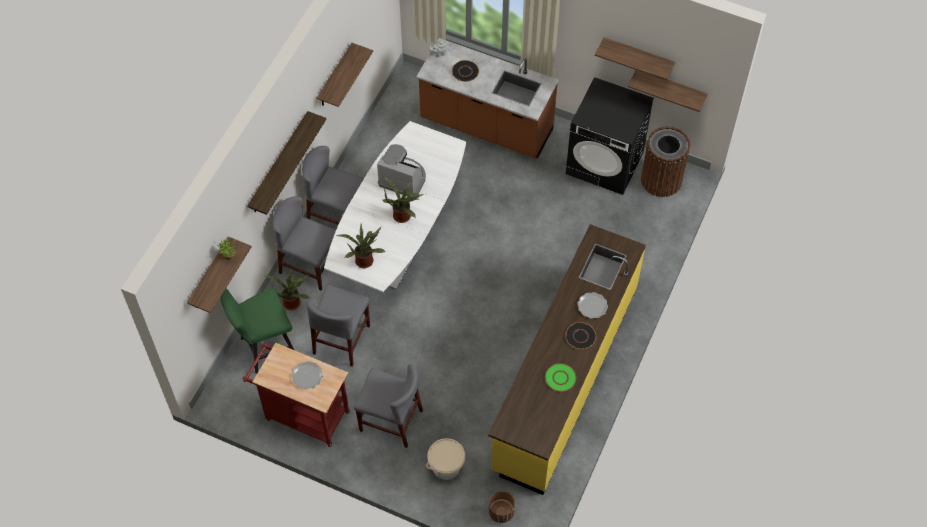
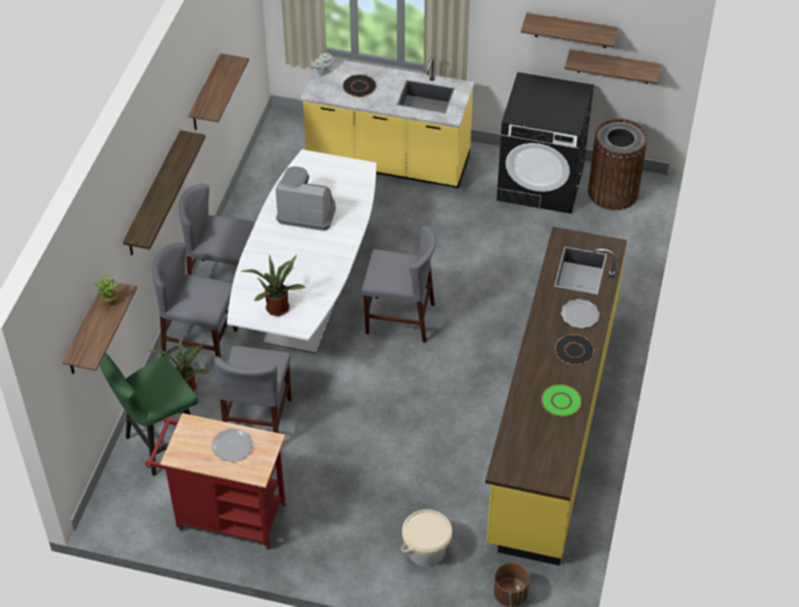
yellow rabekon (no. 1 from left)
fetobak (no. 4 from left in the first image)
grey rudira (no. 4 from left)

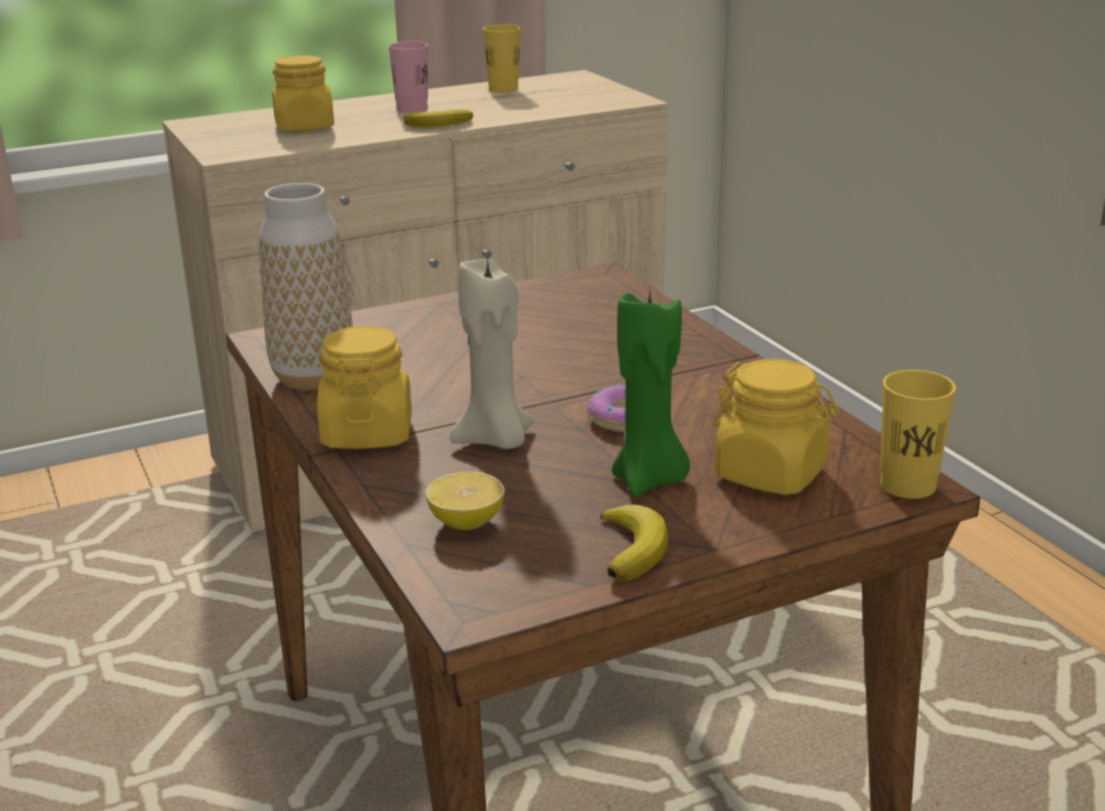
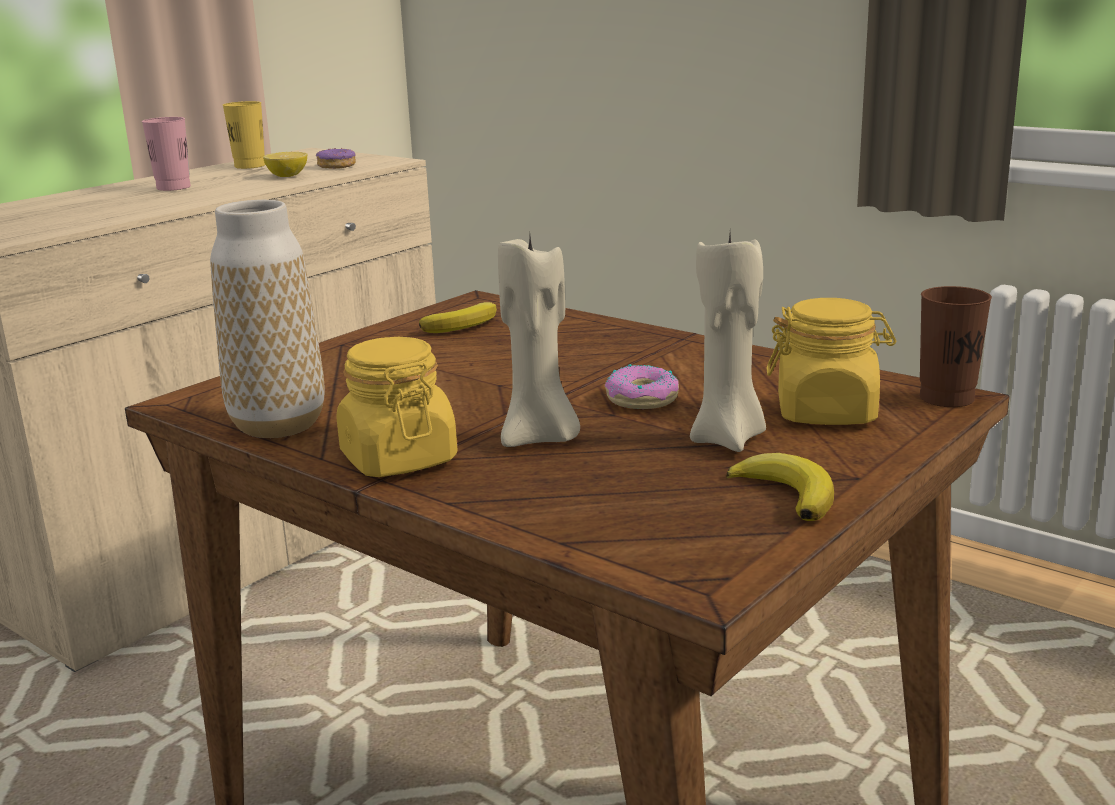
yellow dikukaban (no. 1 from left in the first image)
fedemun (no. 1 from left)
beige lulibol (no. 2 from left)
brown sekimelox
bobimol
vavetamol (no. 1 from left)

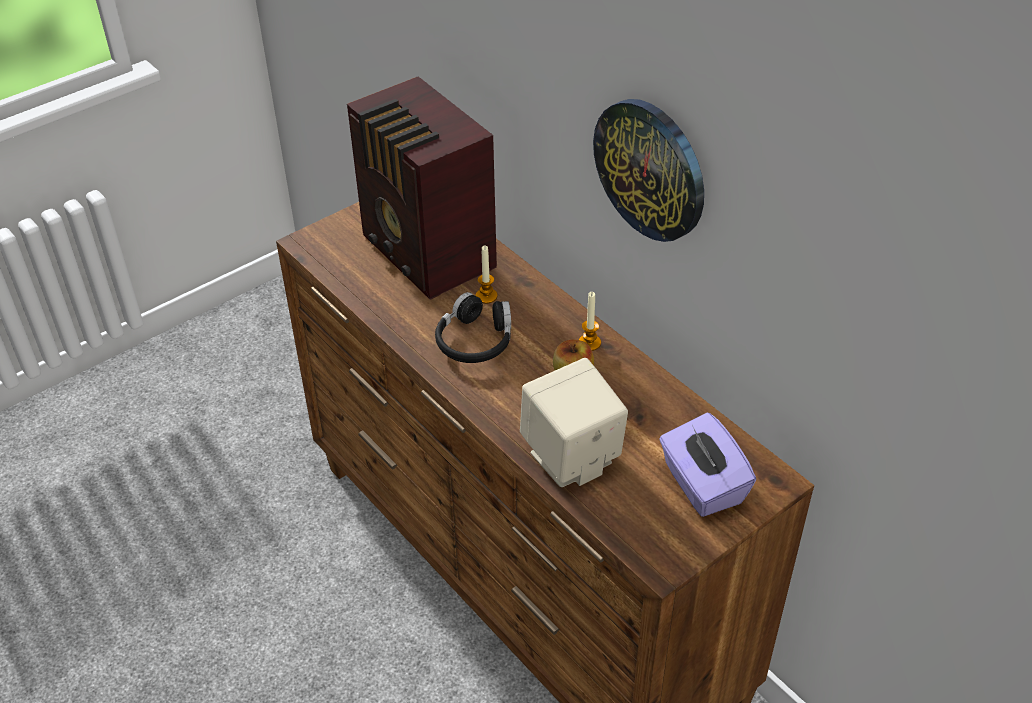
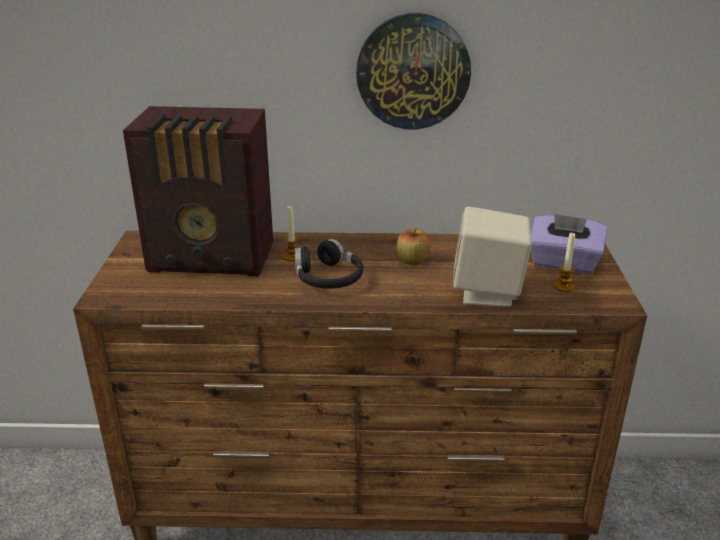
lulibol (no. 2 from left)

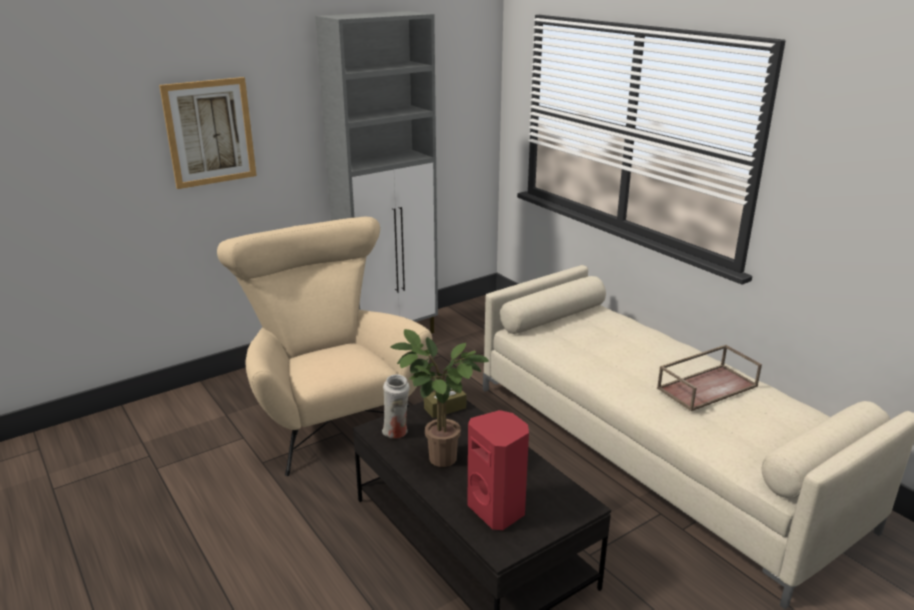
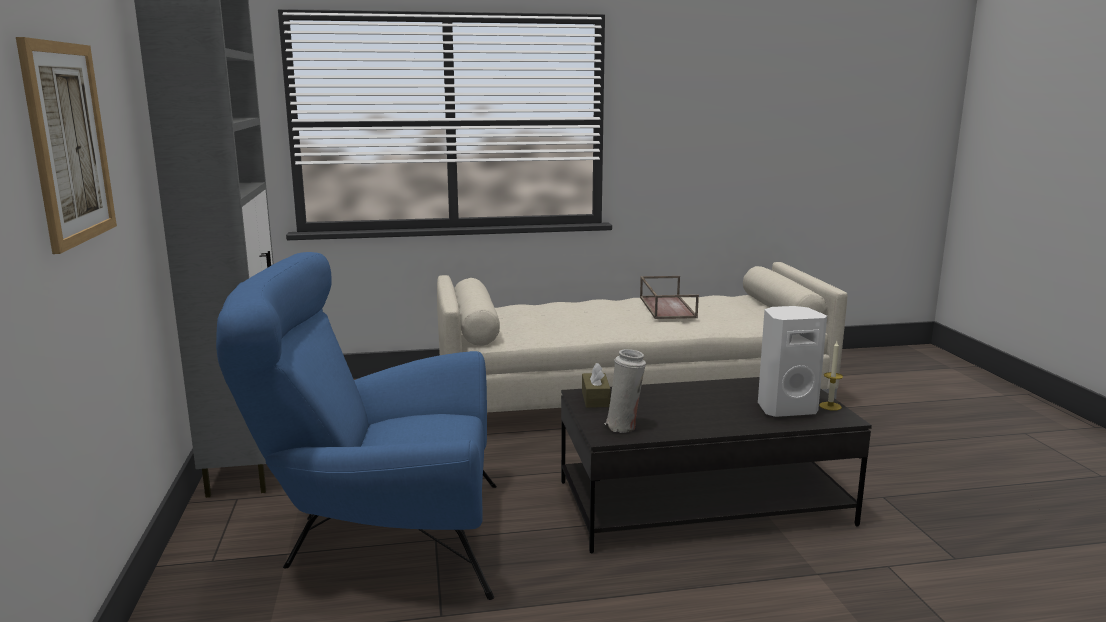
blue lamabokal
fetobak
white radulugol
lulibol

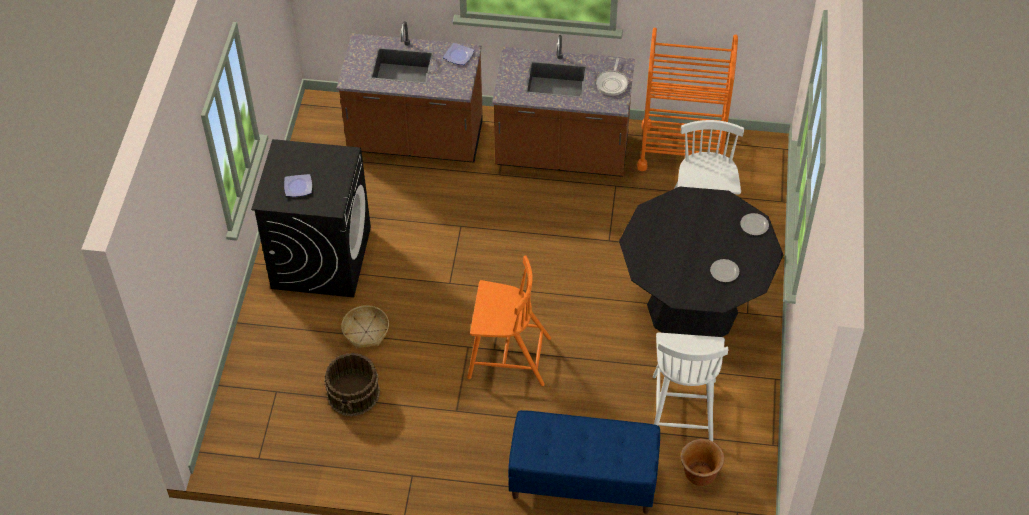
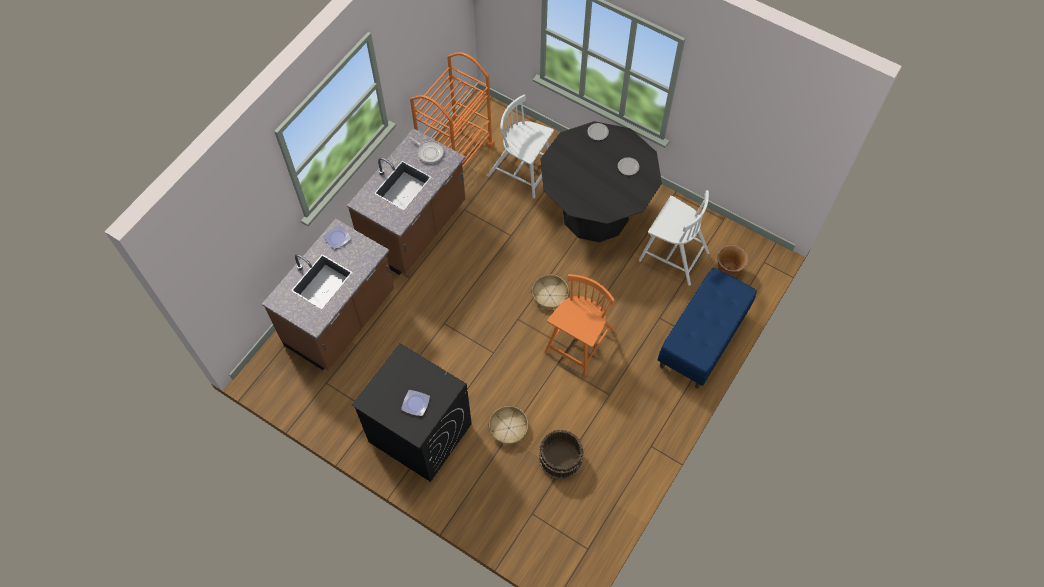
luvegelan (no. 2 from left)

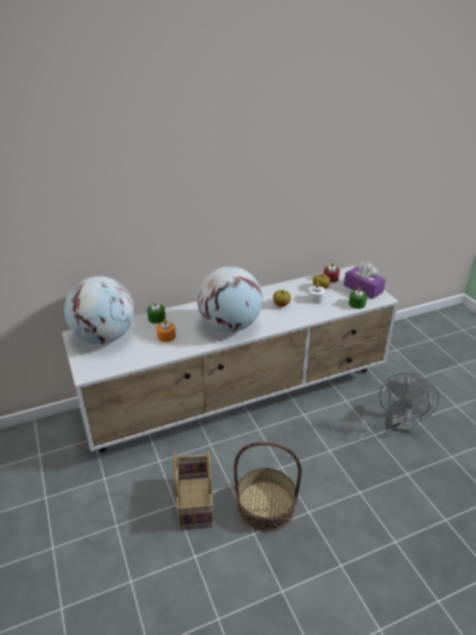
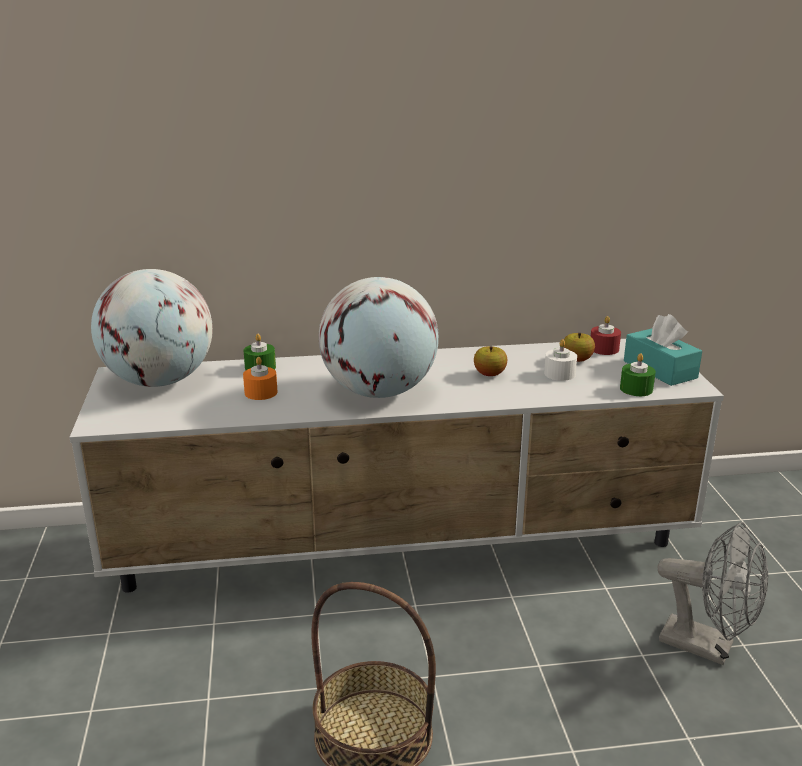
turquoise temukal
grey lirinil
luvegelan (no. 1 from left in the first image)

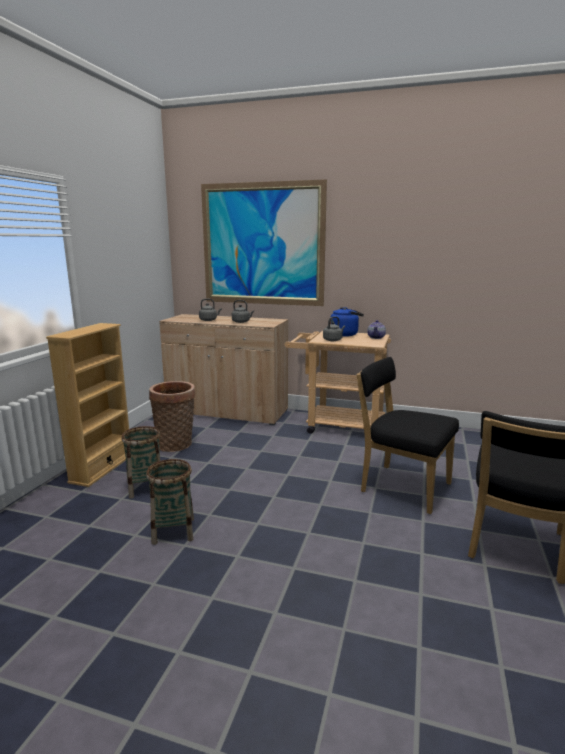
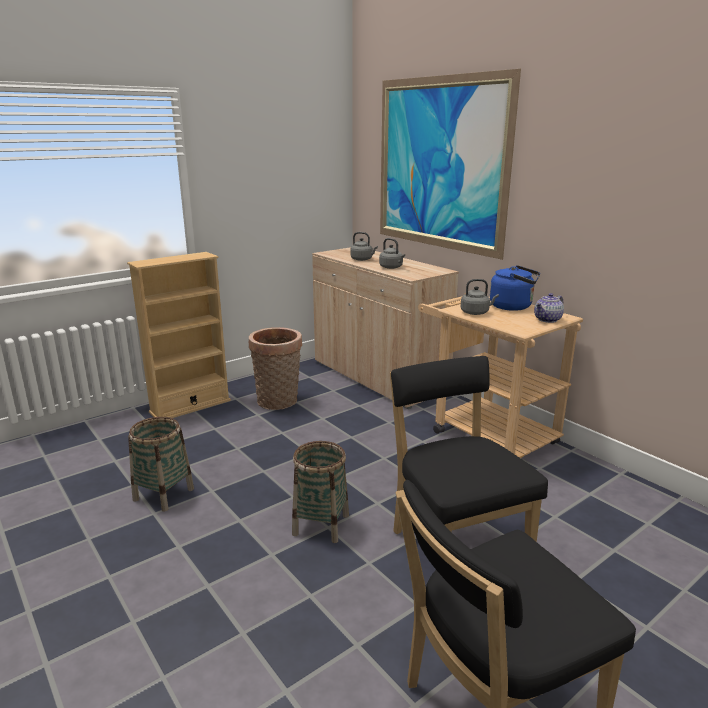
luvegelan (no. 3 from left)

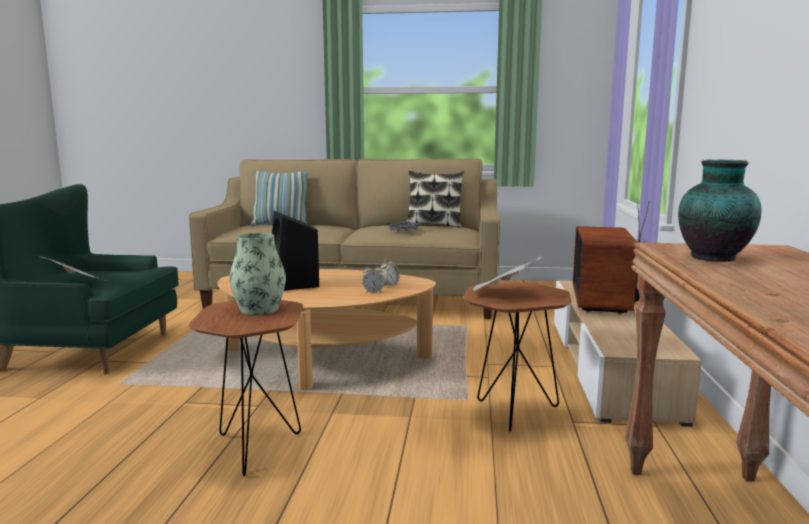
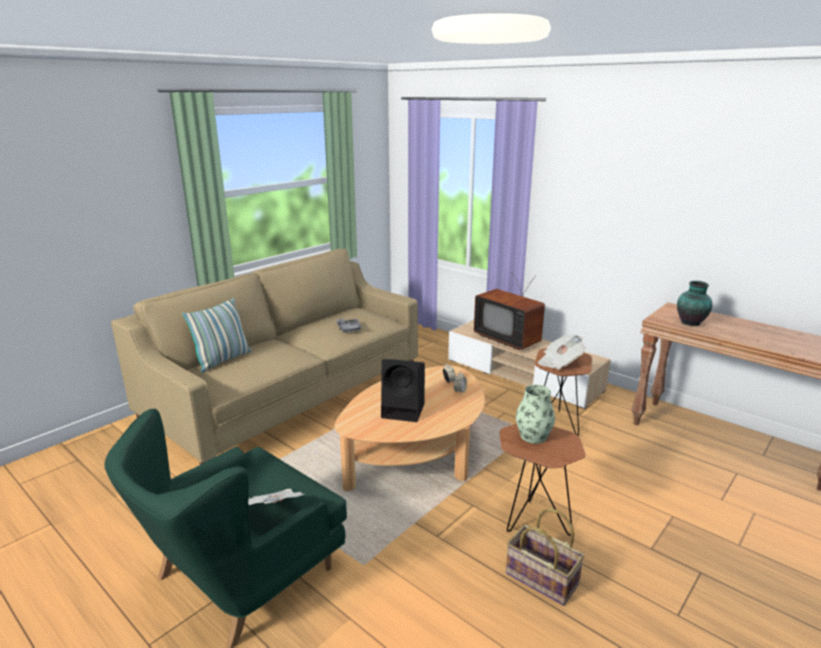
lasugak (no. 2 from left in the first image)
luvegelan

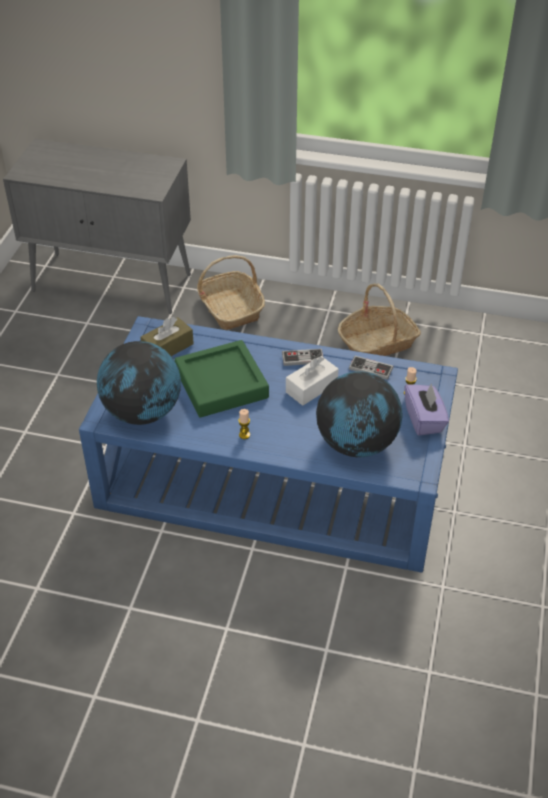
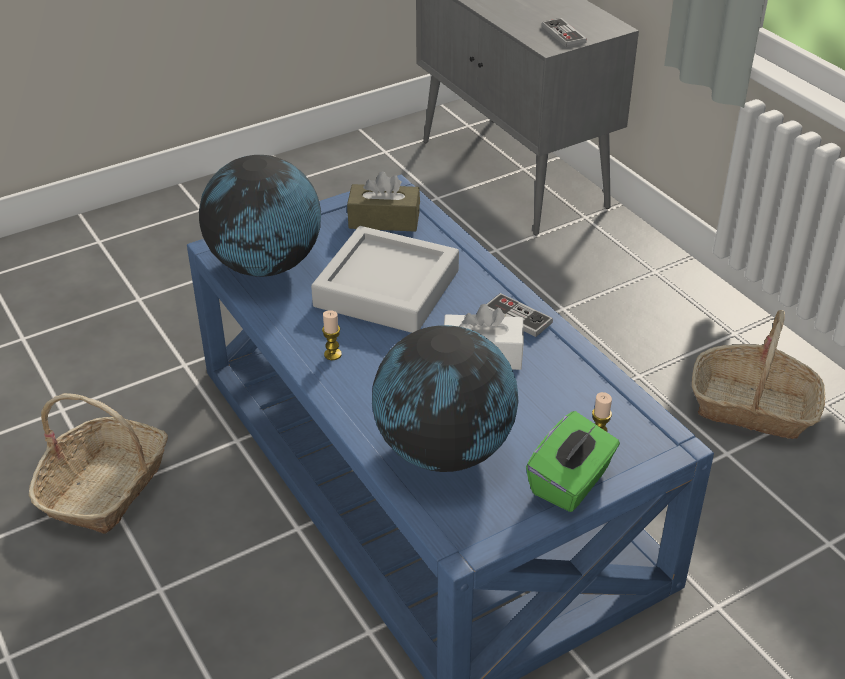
luvegelan (no. 1 from left)
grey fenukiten
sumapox (no. 2 from left)
green temukal

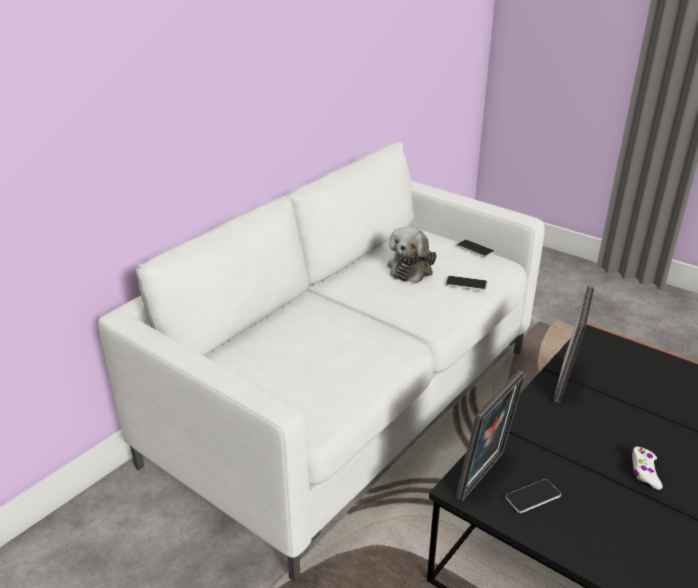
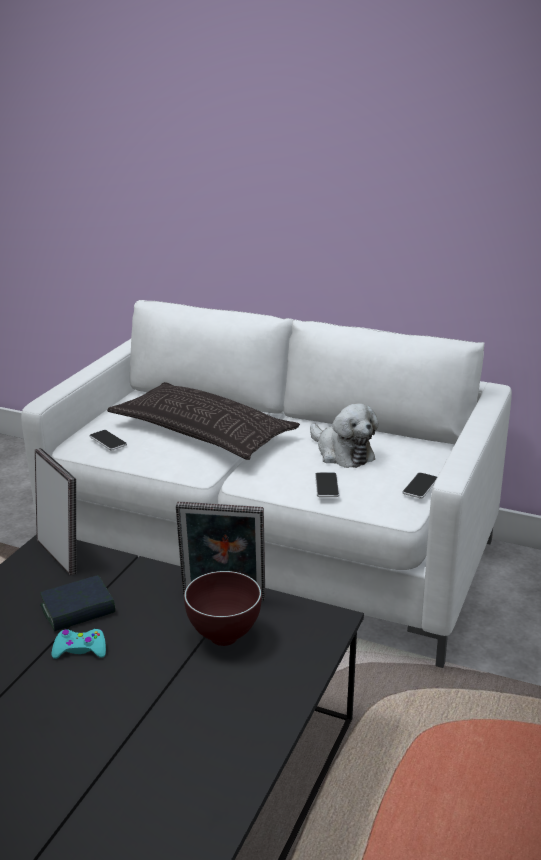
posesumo
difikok (no. 1 from left)
turquoise sumapox
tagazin (no. 1 from left)
lasugak
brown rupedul
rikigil

